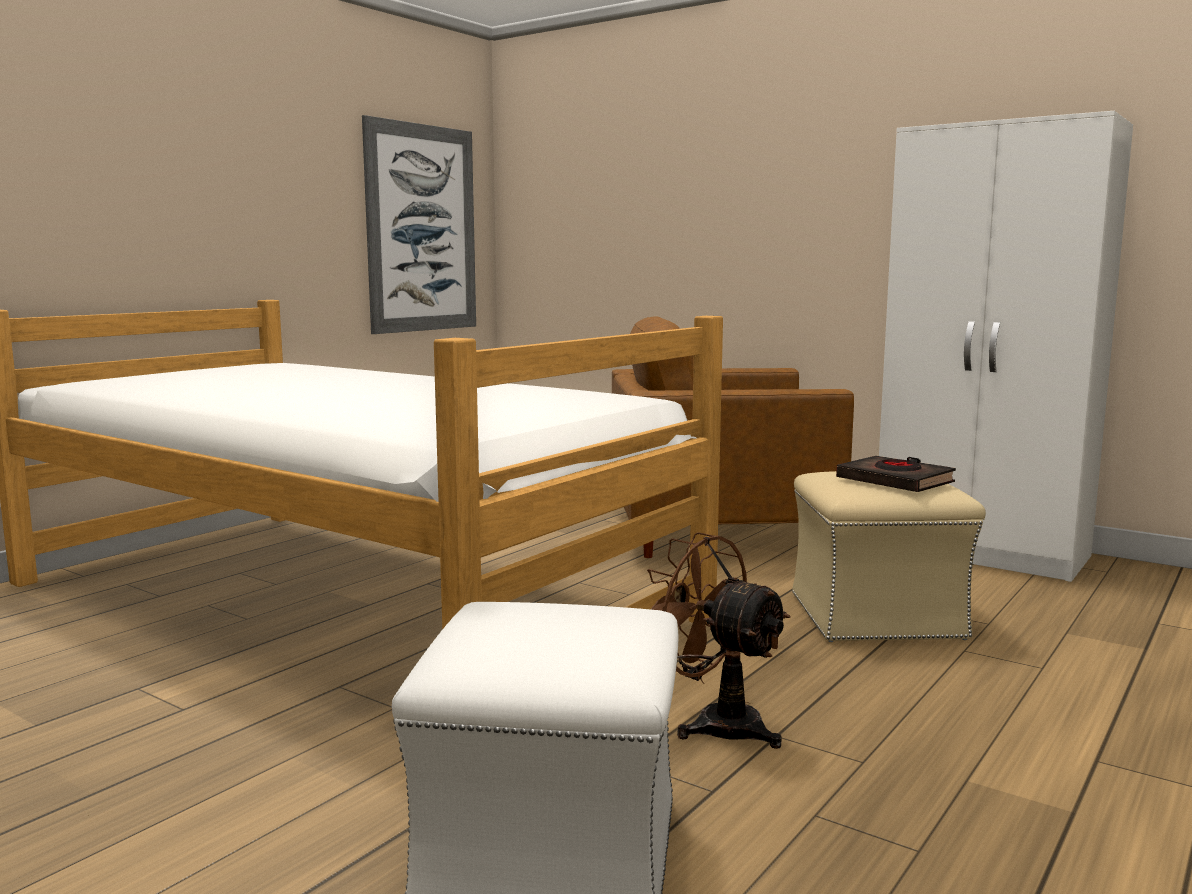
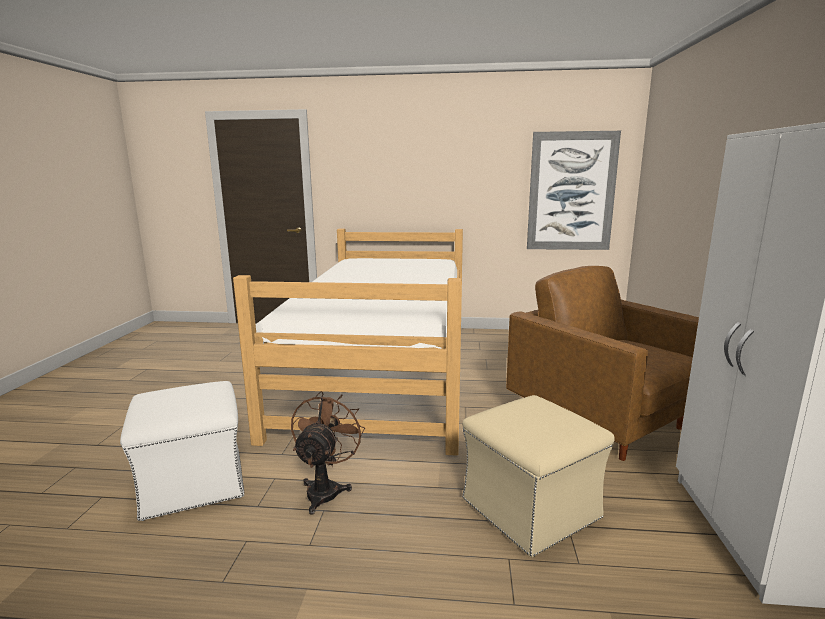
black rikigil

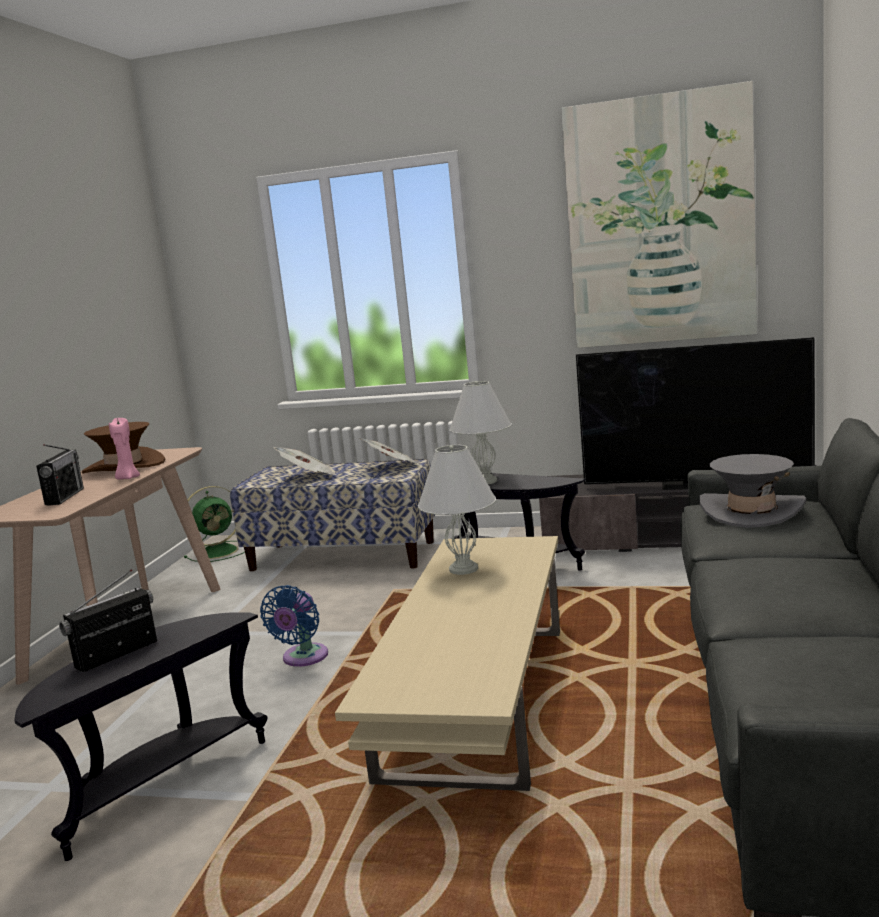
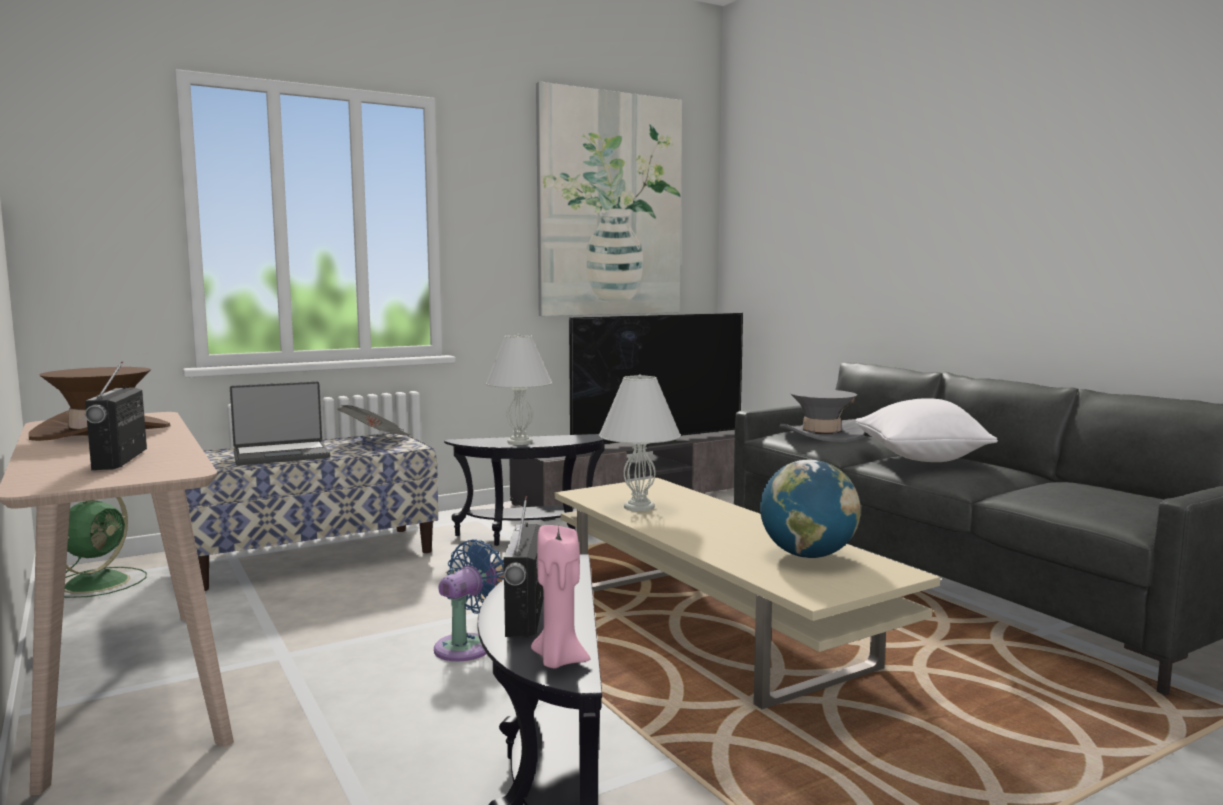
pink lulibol
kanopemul (no. 1 from left)
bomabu
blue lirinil
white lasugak
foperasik

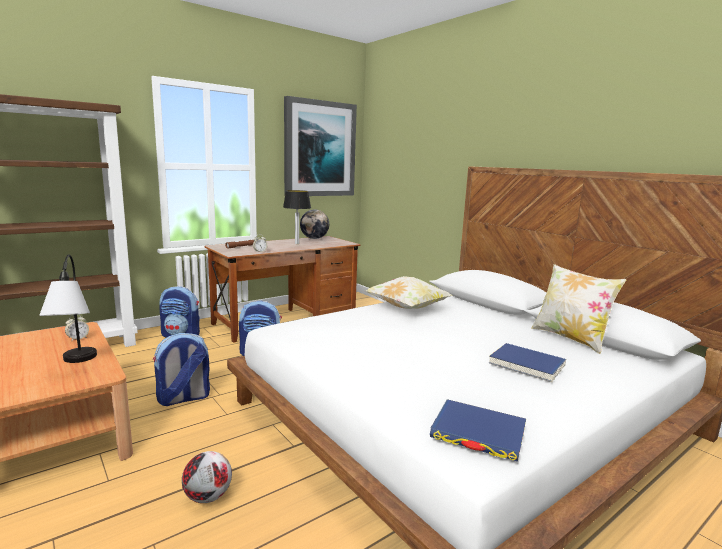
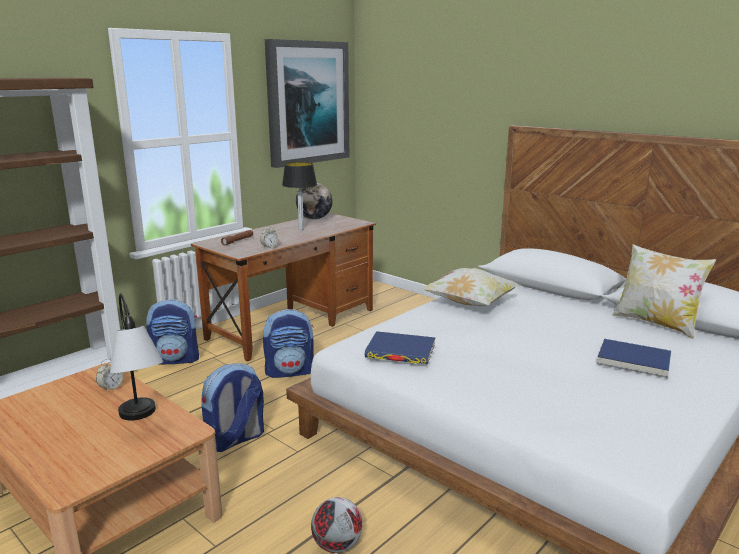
blue rikigil (no. 1 from left)

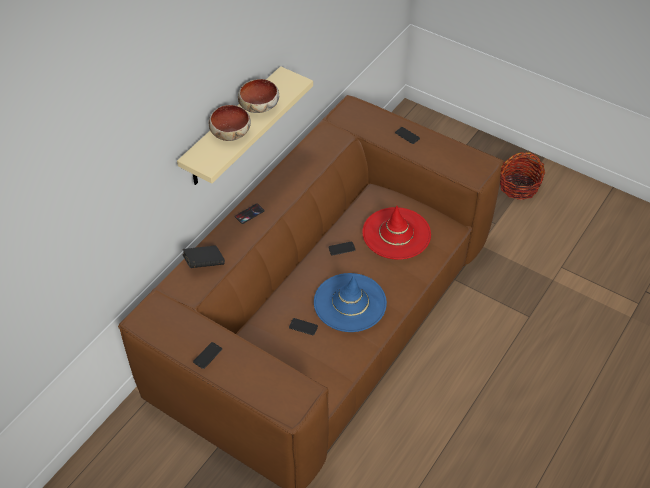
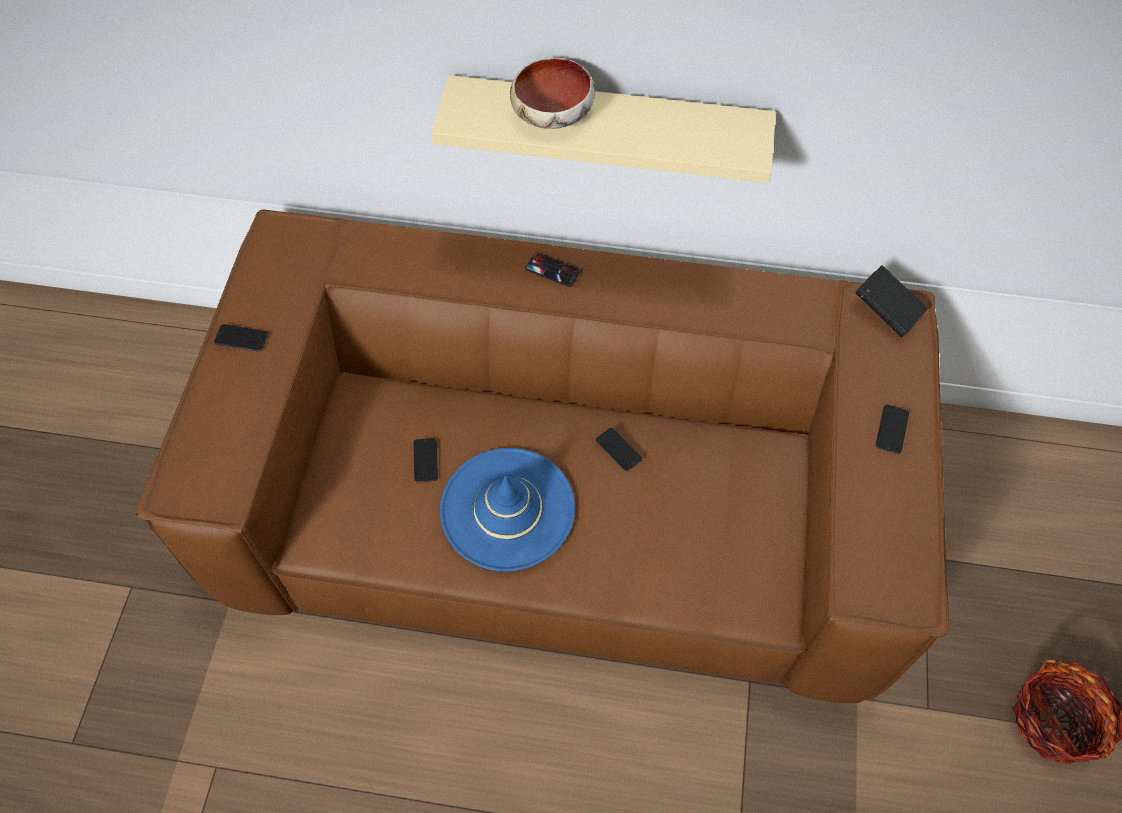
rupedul (no. 2 from left in the first image)
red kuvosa
black rikigil

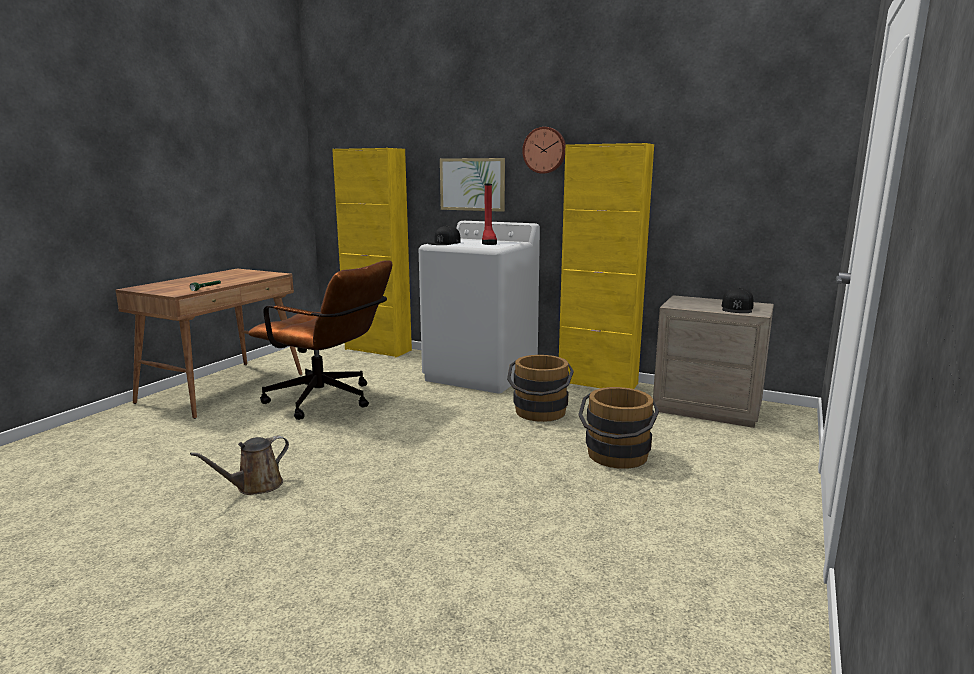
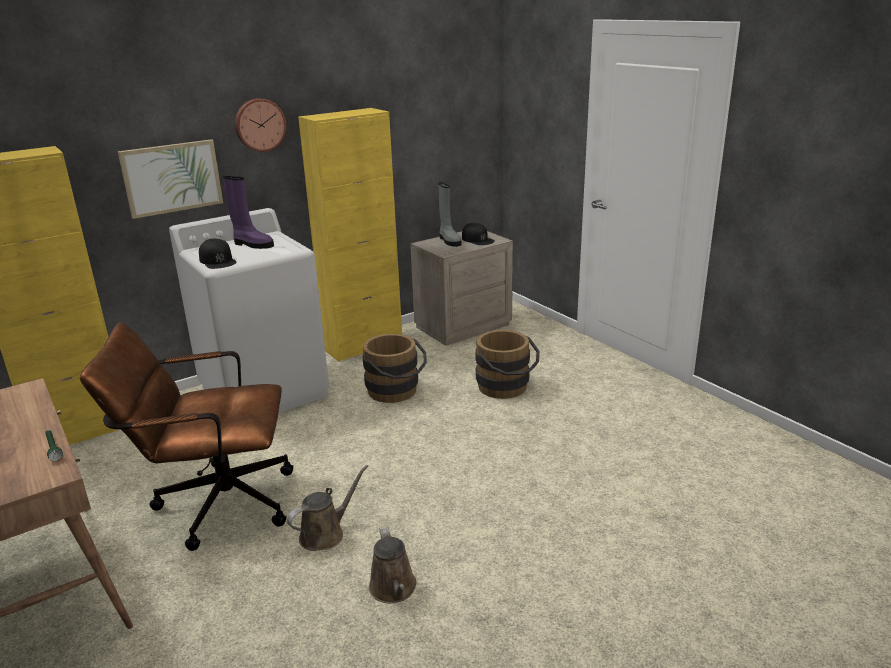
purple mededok
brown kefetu
grey mededok
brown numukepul (no. 1 from left)

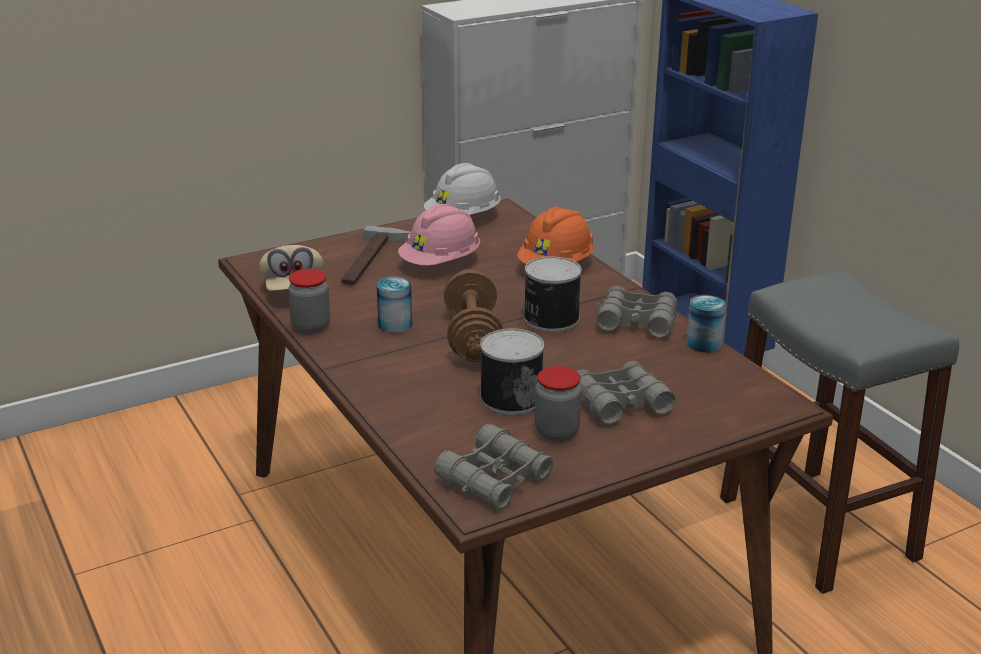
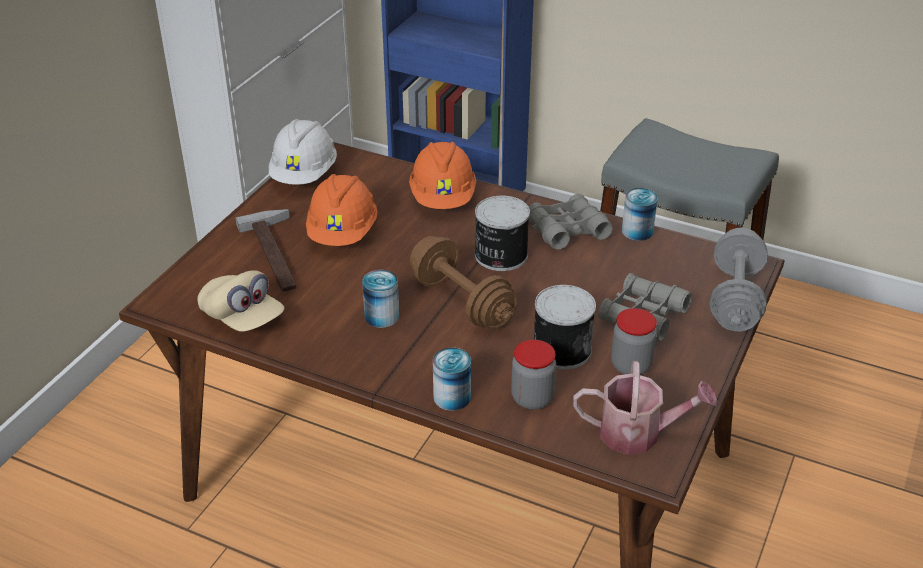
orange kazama (no. 1 from left)
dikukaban (no. 1 from left)
numukepul
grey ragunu
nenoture (no. 2 from left)

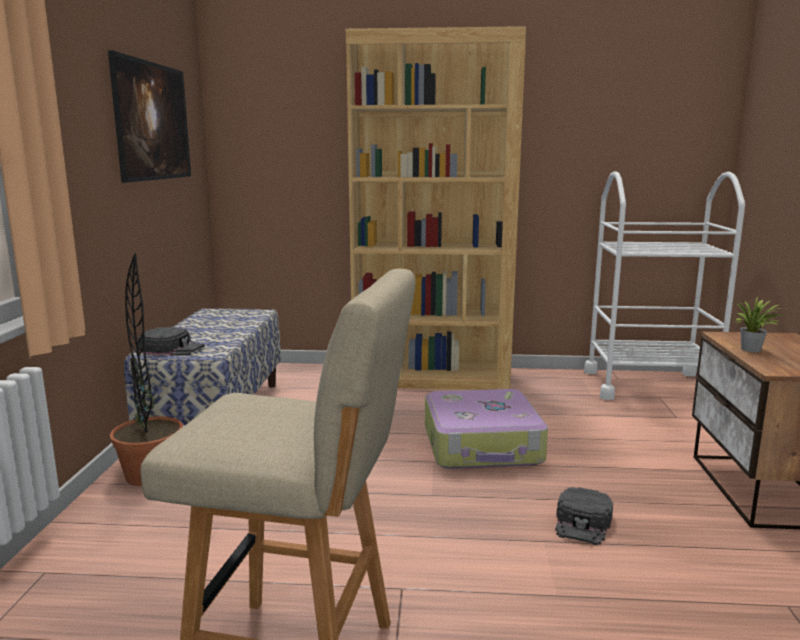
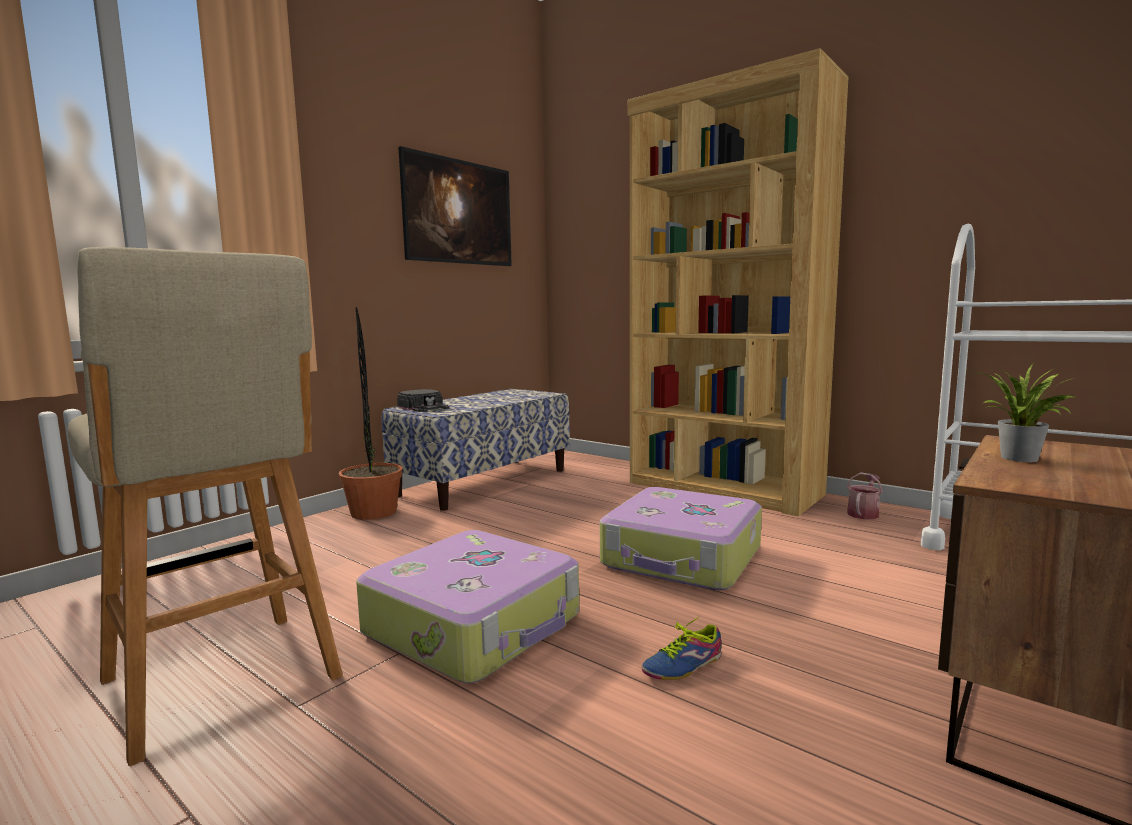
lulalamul
numukepul
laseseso (no. 1 from left)

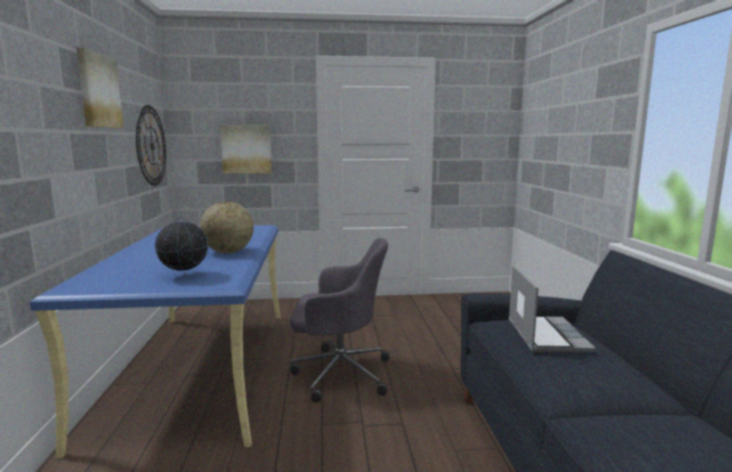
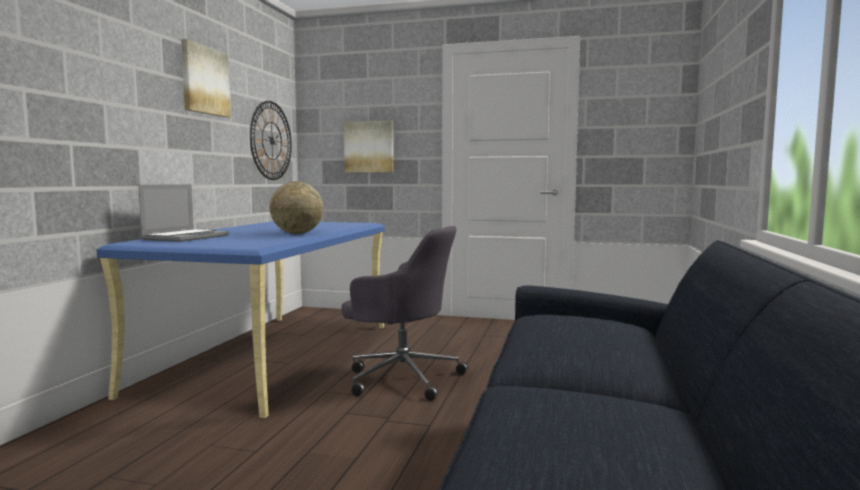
foperasik (no. 1 from left in the first image)
bomabu

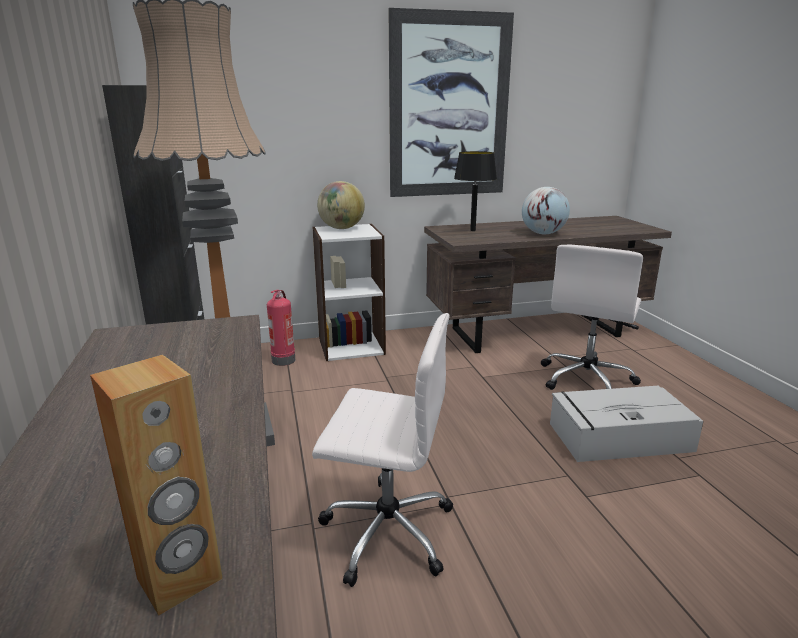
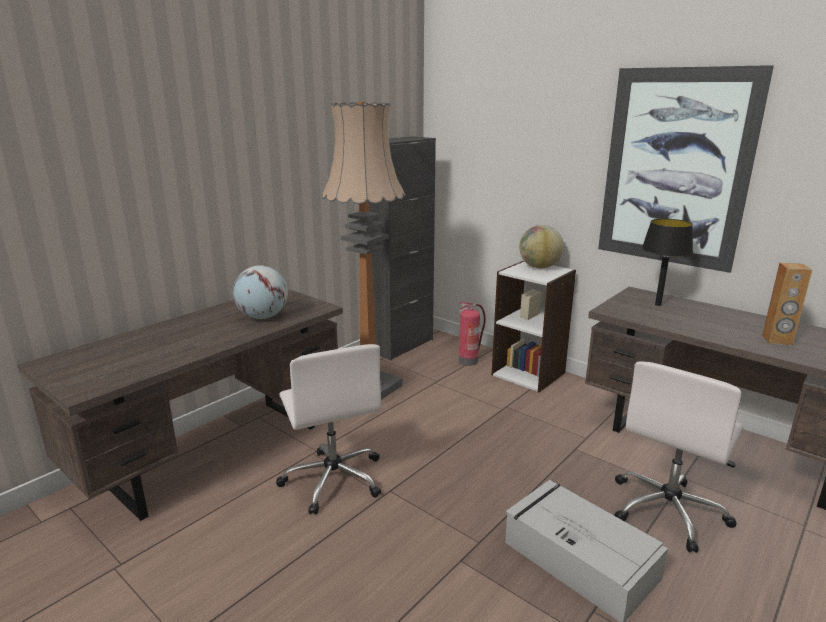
foperasik (no. 1 from left)
white kefetu (no. 2 from left)
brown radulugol

